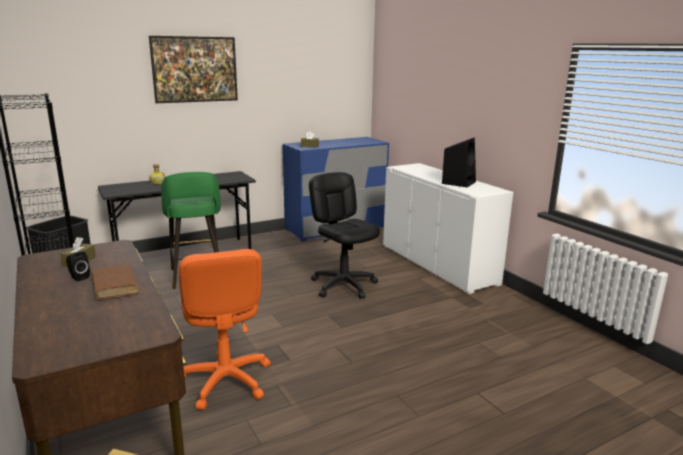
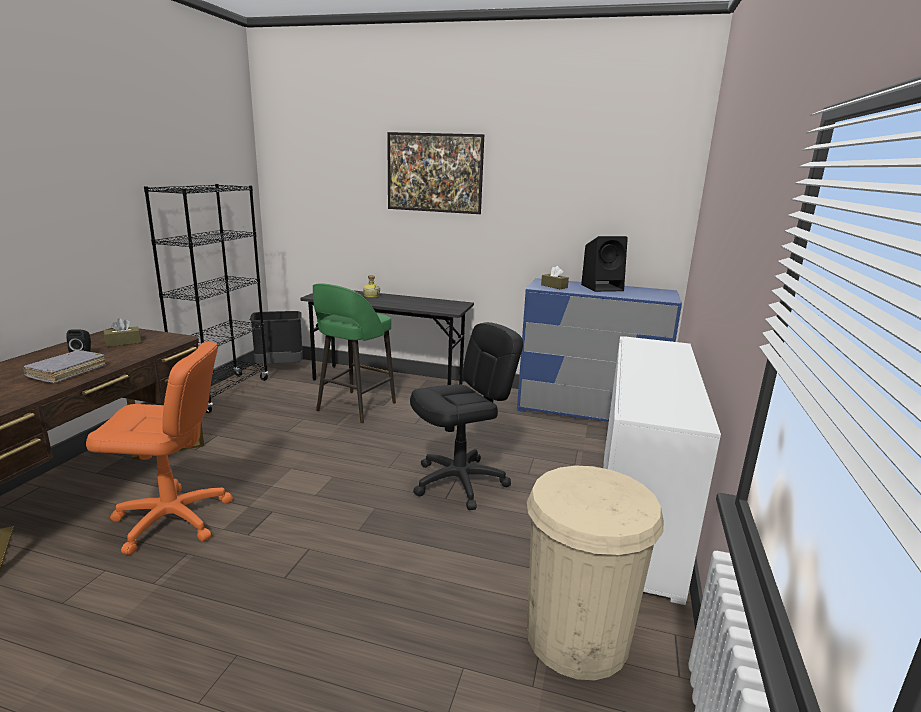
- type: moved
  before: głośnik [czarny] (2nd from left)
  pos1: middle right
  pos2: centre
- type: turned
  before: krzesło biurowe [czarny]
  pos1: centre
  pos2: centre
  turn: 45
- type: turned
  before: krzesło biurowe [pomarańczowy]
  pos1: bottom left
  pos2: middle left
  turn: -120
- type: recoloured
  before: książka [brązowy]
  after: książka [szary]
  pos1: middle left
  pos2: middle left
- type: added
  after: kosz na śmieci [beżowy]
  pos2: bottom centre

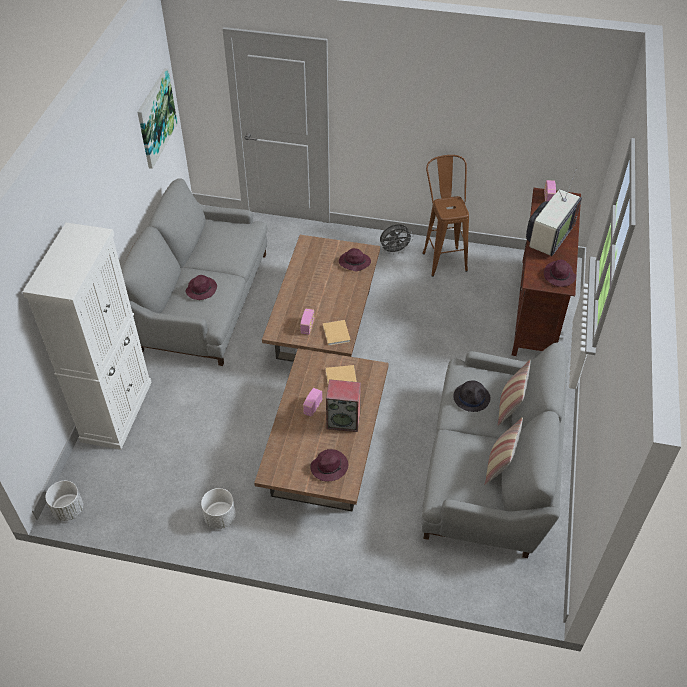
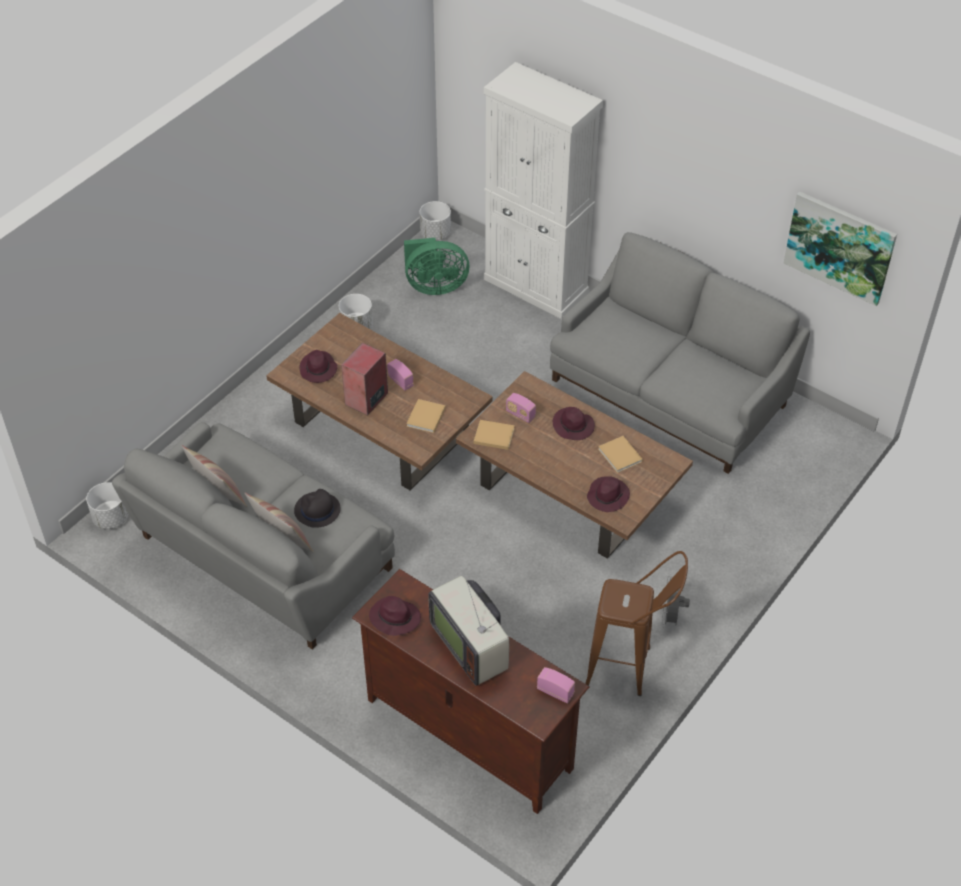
- type: moved
  before: kapelusz [fioletowy] (1st from left in the first image)
  after: kapelusz [fioletowy] (3rd from left)
  pos1: middle left
  pos2: centre
- type: added
  after: wentylator [zielony]
  pos2: top centre
- type: added
  after: książka [beżowy] (3rd from left)
  pos2: centre
- type: added
  after: donica [biały] (1st from left)
  pos2: middle left

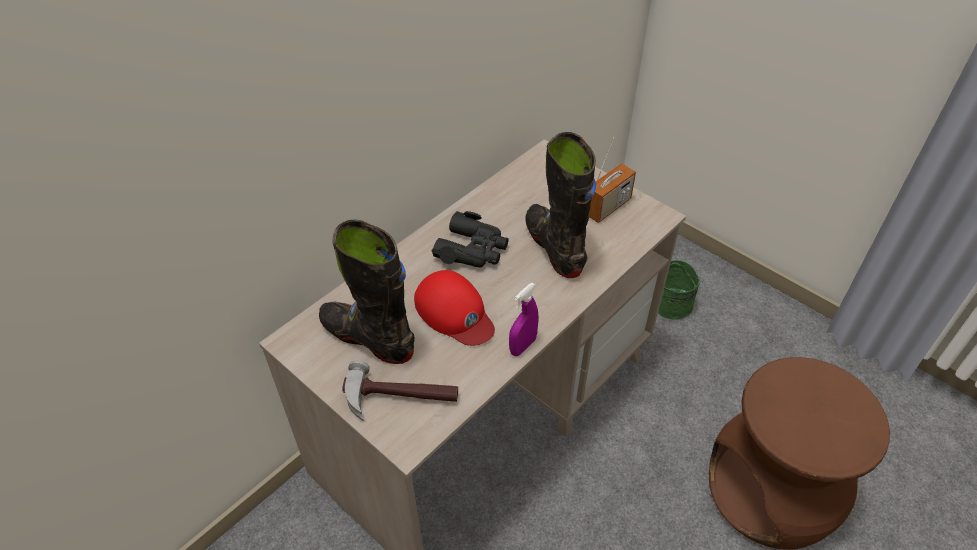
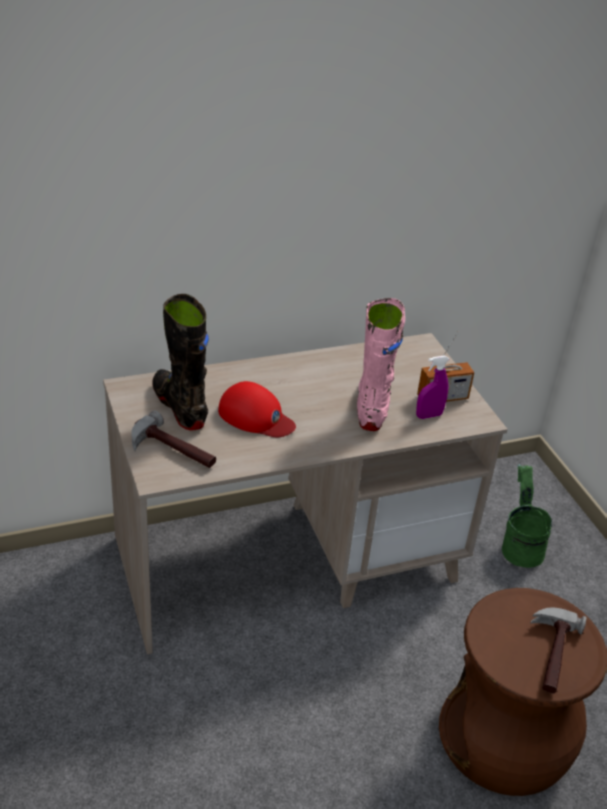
- type: recoloured
  before: but z cholewką [czarny] (2nd from left)
  after: but z cholewką [różowy]
  pos1: centre
  pos2: centre
- type: removed
  before: lornetka [czarny]
  pos1: centre
- type: turned
  before: czapka z daszkiem [czerwony]
  pos1: centre
  pos2: centre
  turn: -45
- type: moved
  before: spryskiwacz [fioletowy]
  pos1: centre
  pos2: middle right
- type: added
  after: młotek (2nd from left)
  pos2: bottom right

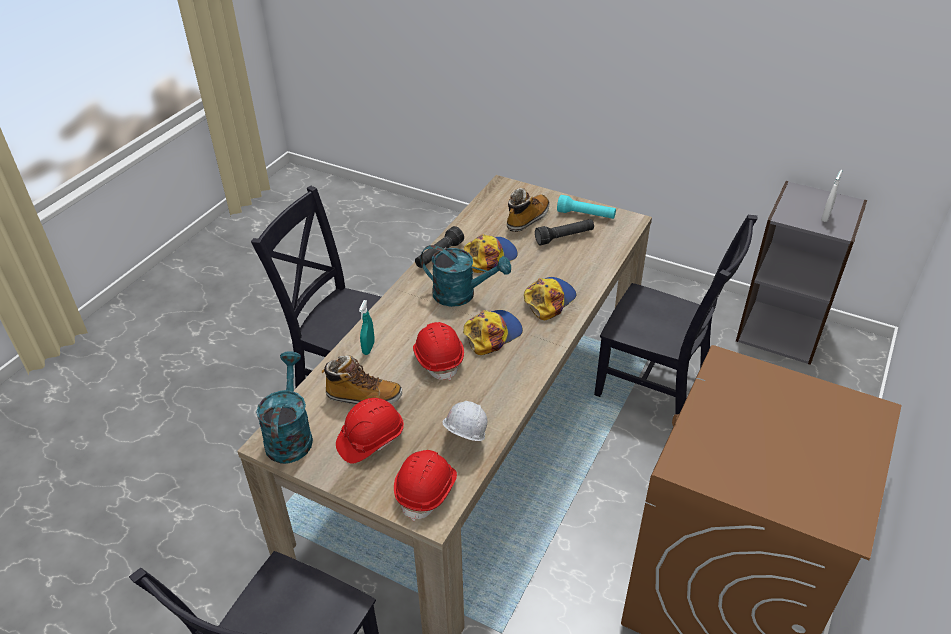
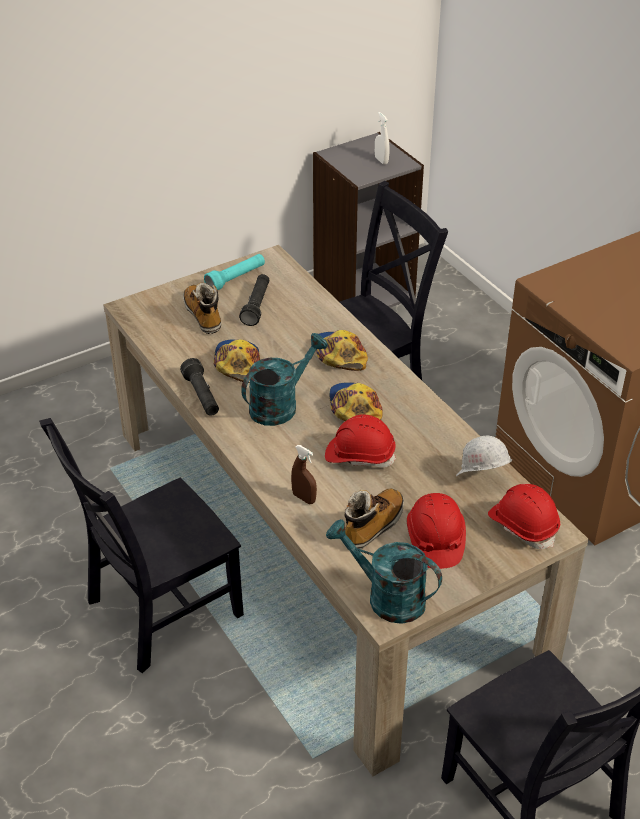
- type: recoloured
  before: spryskiwacz [turkusowy]
  after: spryskiwacz [brązowy]
  pos1: centre
  pos2: centre

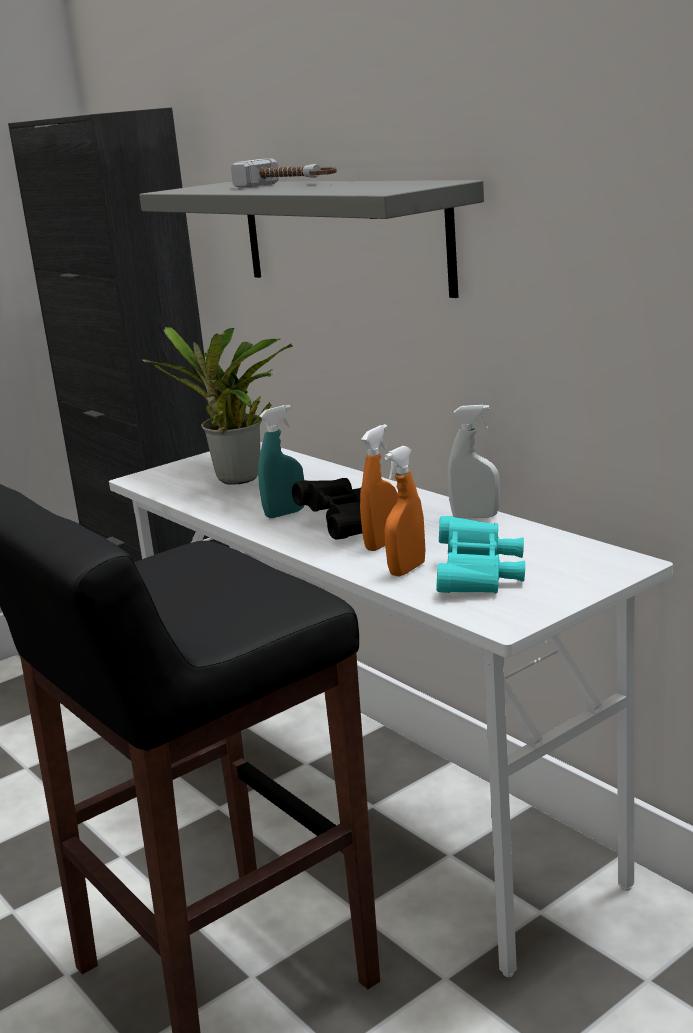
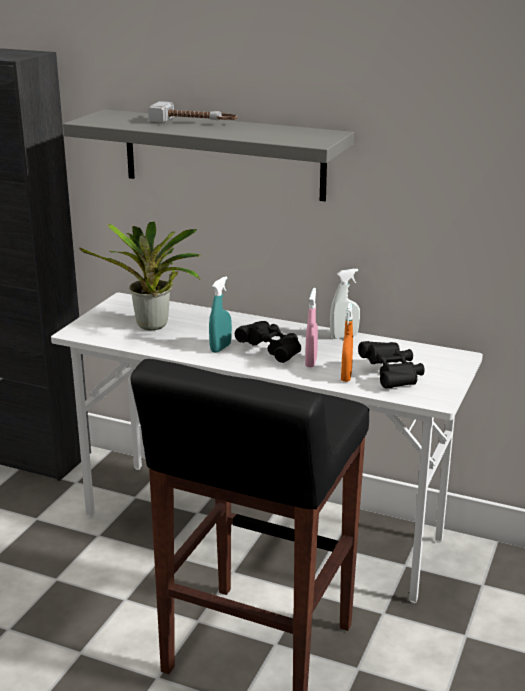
- type: recoloured
  before: spryskiwacz [pomarańczowy] (1st from left)
  after: spryskiwacz [różowy]
  pos1: centre
  pos2: centre
- type: recoloured
  before: lornetka [turkusowy]
  after: lornetka [czarny] (2nd from left)
  pos1: middle right
  pos2: middle right

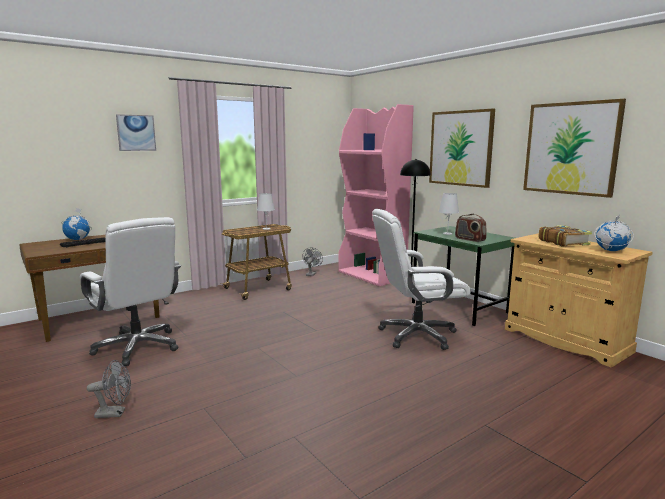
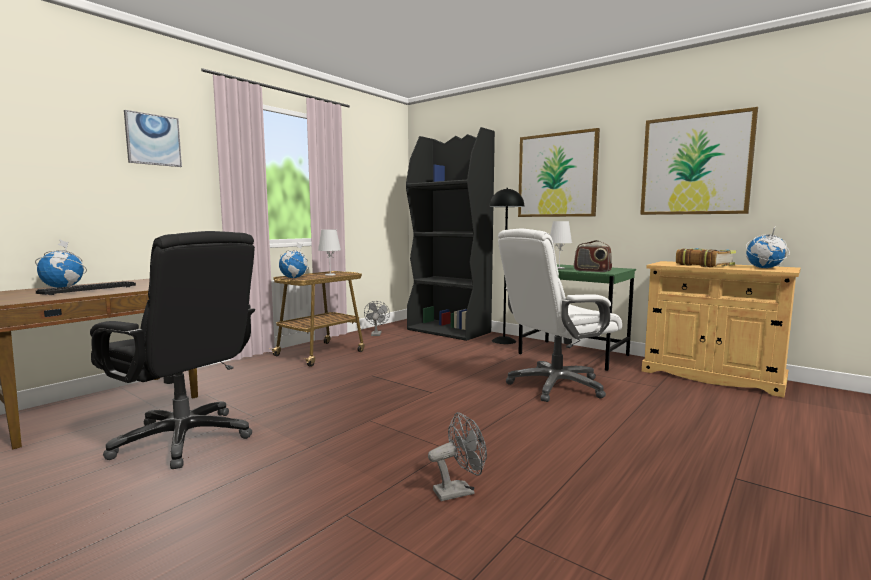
- type: recoloured
  before: regał [różowy]
  after: regał [czarny]
  pos1: centre
  pos2: centre
- type: recoloured
  before: krzesło biurowe [biały] (1st from left)
  after: krzesło biurowe [czarny]
  pos1: middle left
  pos2: middle left
- type: moved
  before: wentylator [szary] (1st from left in the first image)
  after: wentylator [szary] (2nd from left)
  pos1: bottom left
  pos2: bottom centre
- type: added
  after: globus (2nd from left)
  pos2: centre

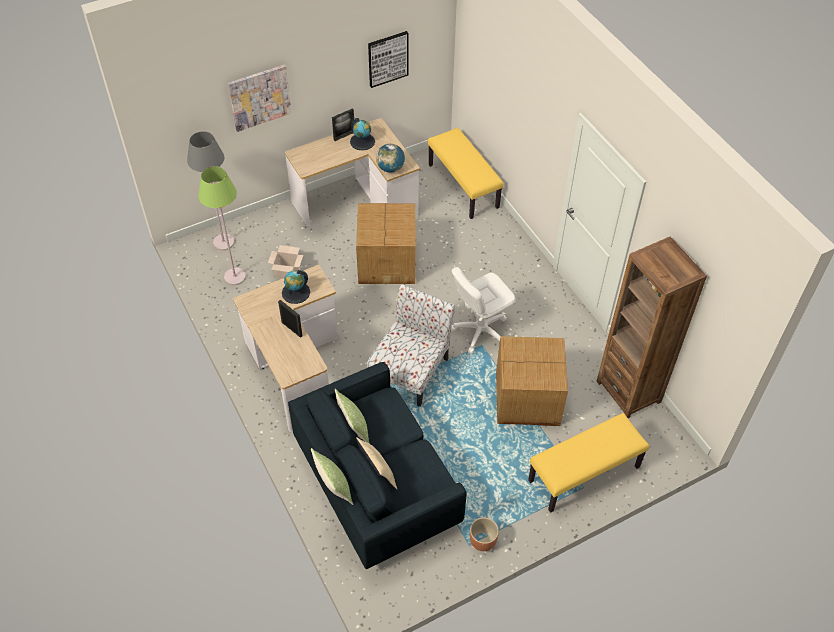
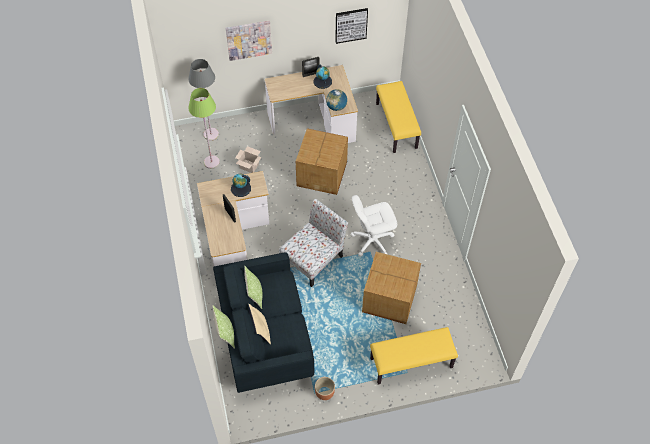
- type: removed
  before: regał [brązowy]
  pos1: middle right

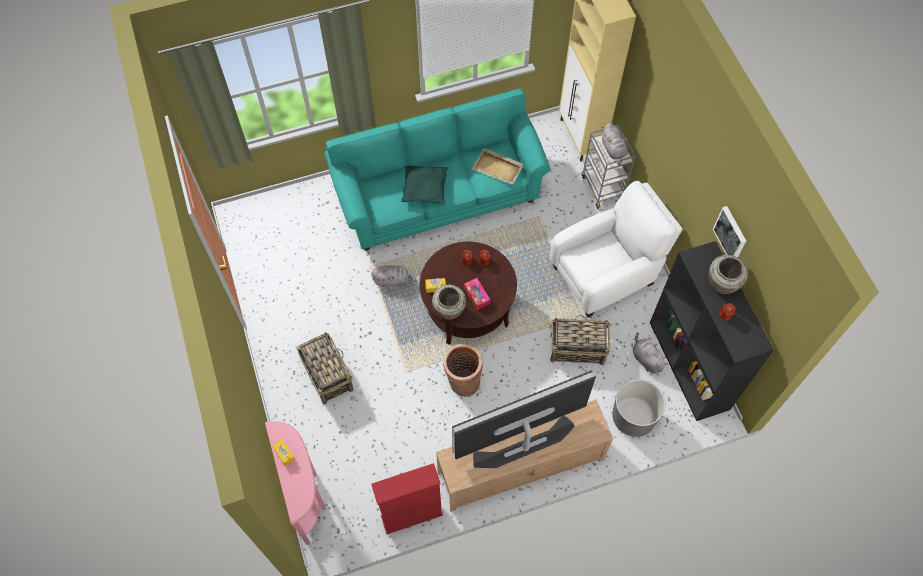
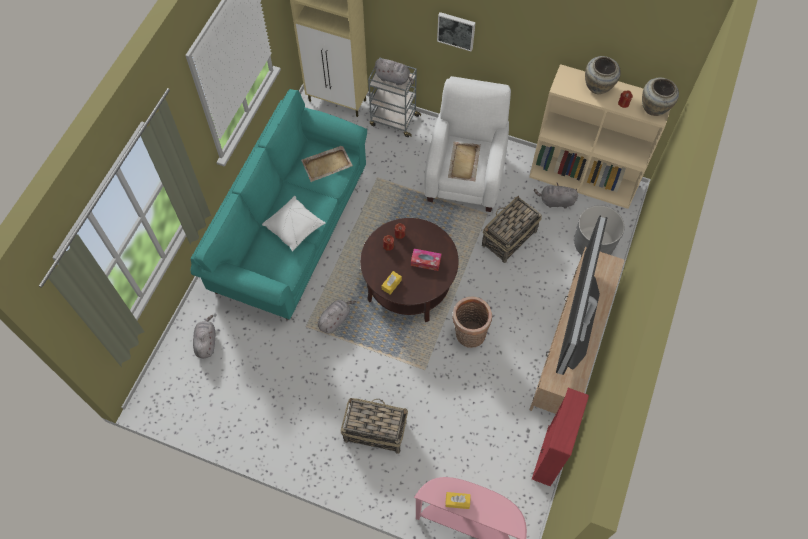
- type: recoloured
  before: poduszka [zielony]
  after: poduszka [biały]
  pos1: top centre
  pos2: centre
- type: moved
  before: obraz
  pos1: middle right
  pos2: top centre
- type: recoloured
  before: regał [czarny]
  after: regał [beżowy]
  pos1: middle right
  pos2: top right
- type: moved
  before: wazon [beżowy] (1st from left in the first image)
  after: wazon [beżowy] (2nd from left)
  pos1: centre
  pos2: top right
- type: added
  after: taca [beżowy] (2nd from left)
  pos2: top centre
- type: added
  after: pluszak [szary] (1st from left)
  pos2: middle left

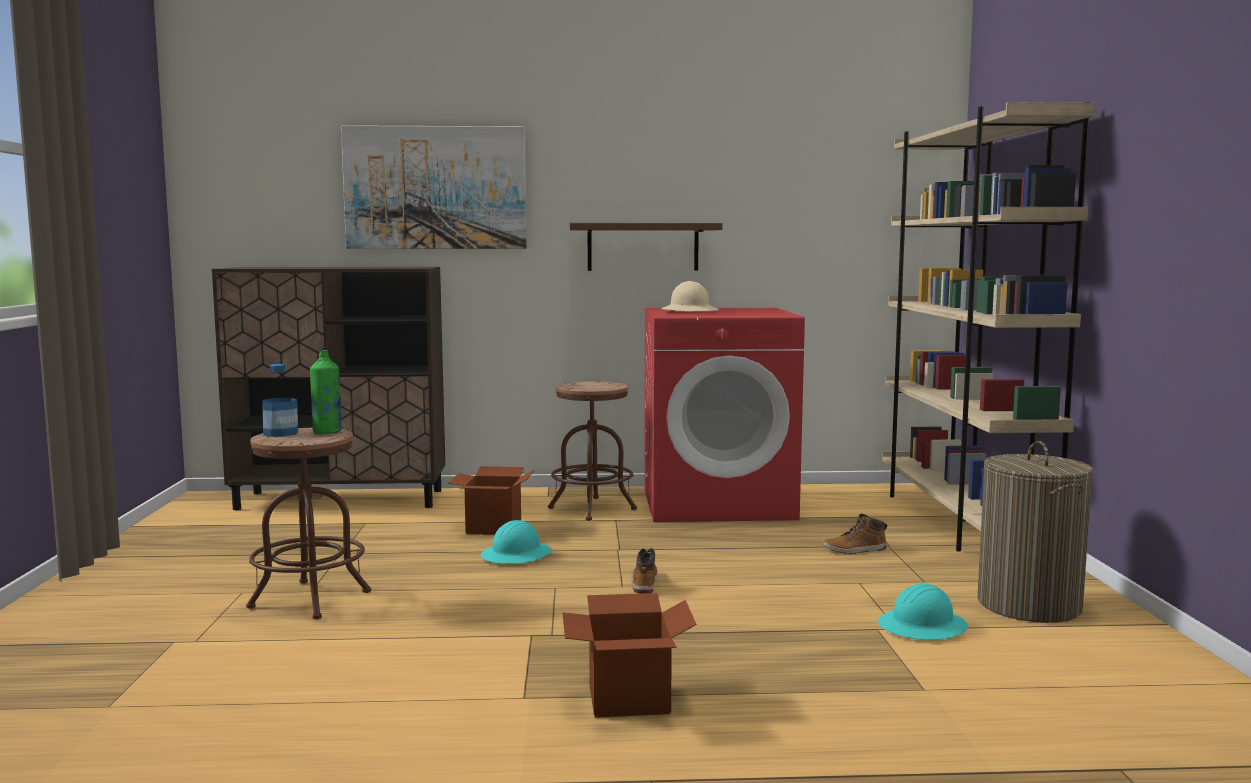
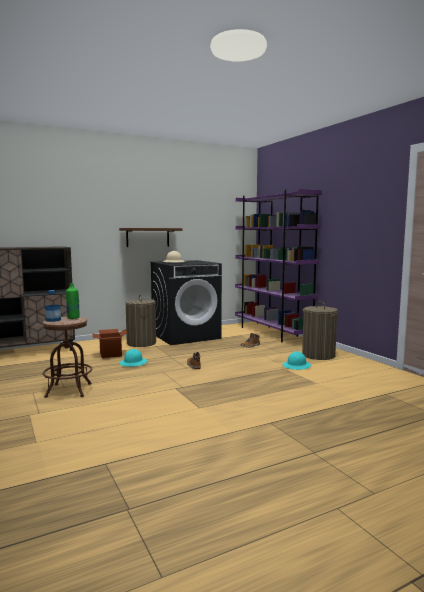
- type: recoloured
  before: regał [beżowy]
  after: regał [fioletowy]
  pos1: middle right
  pos2: centre
- type: removed
  before: obraz
  pos1: top centre
- type: recoloured
  before: pralka [czerwony]
  after: pralka [czarny]
  pos1: centre
  pos2: centre
- type: replaced
  before: stołek [brązowy] (2nd from left)
  after: kosz na pranie (1st from left)
  pos1: centre
  pos2: middle left
- type: removed
  before: karton (2nd from left)
  pos1: bottom centre

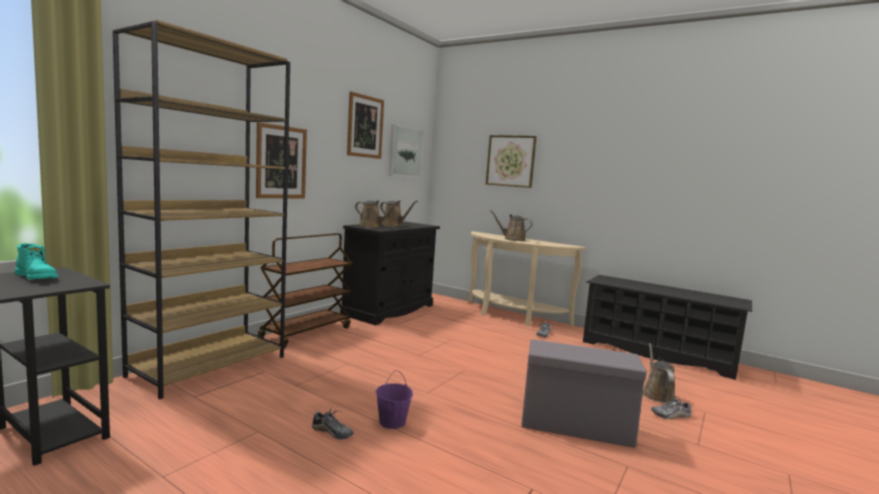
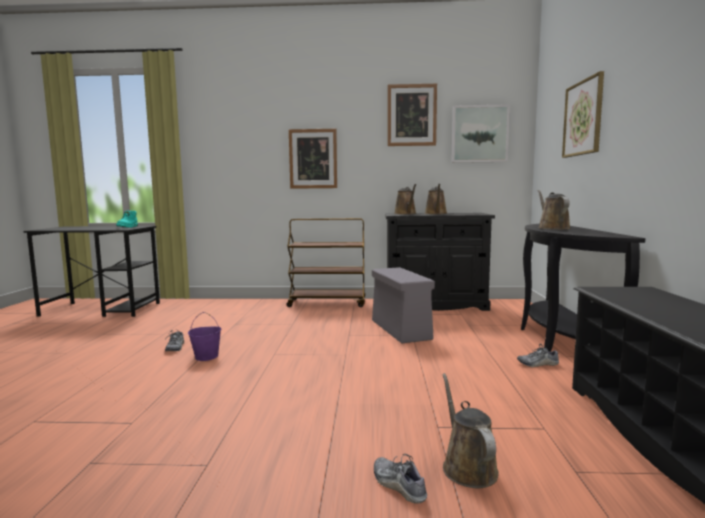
- type: removed
  before: regał [brązowy]
  pos1: middle left
- type: recoloured
  before: stolik konsolowy [beżowy]
  after: stolik konsolowy [czarny]
  pos1: centre
  pos2: middle right
- type: moved
  before: pojemnik do przechowywania [szary]
  pos1: bottom centre
  pos2: centre
- type: turned
  before: konewka [brązowy] (4th from left in the first image)
  pos1: bottom right
  pos2: bottom right
  turn: -75

